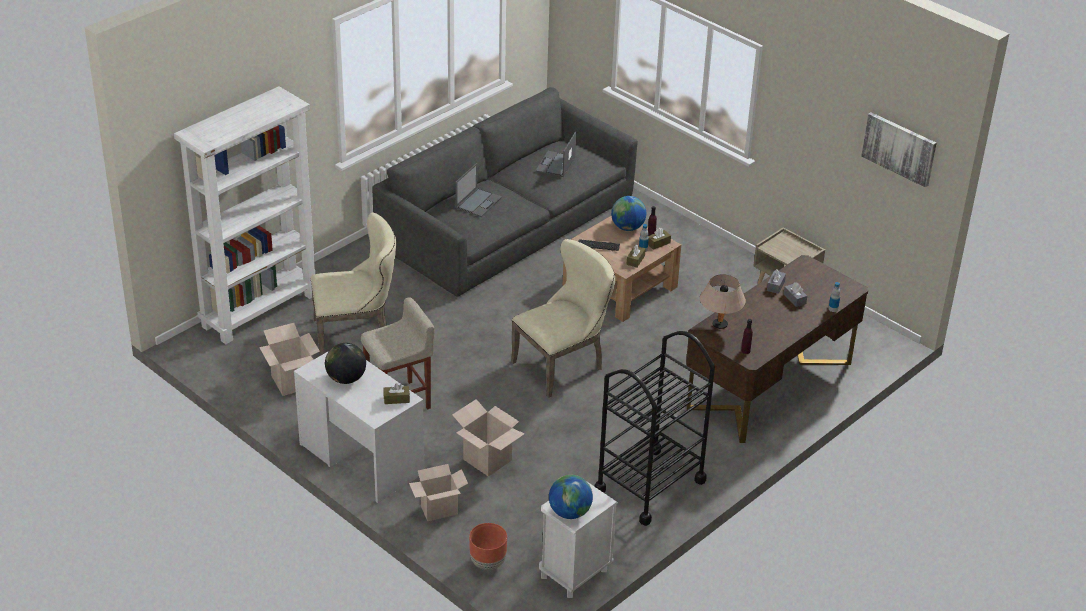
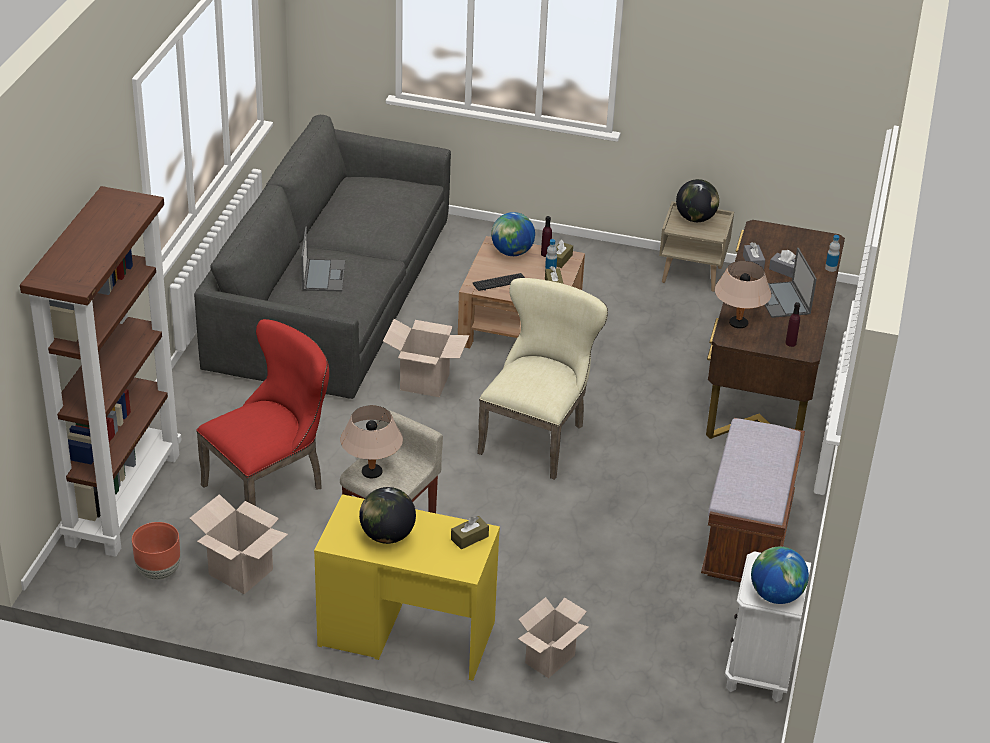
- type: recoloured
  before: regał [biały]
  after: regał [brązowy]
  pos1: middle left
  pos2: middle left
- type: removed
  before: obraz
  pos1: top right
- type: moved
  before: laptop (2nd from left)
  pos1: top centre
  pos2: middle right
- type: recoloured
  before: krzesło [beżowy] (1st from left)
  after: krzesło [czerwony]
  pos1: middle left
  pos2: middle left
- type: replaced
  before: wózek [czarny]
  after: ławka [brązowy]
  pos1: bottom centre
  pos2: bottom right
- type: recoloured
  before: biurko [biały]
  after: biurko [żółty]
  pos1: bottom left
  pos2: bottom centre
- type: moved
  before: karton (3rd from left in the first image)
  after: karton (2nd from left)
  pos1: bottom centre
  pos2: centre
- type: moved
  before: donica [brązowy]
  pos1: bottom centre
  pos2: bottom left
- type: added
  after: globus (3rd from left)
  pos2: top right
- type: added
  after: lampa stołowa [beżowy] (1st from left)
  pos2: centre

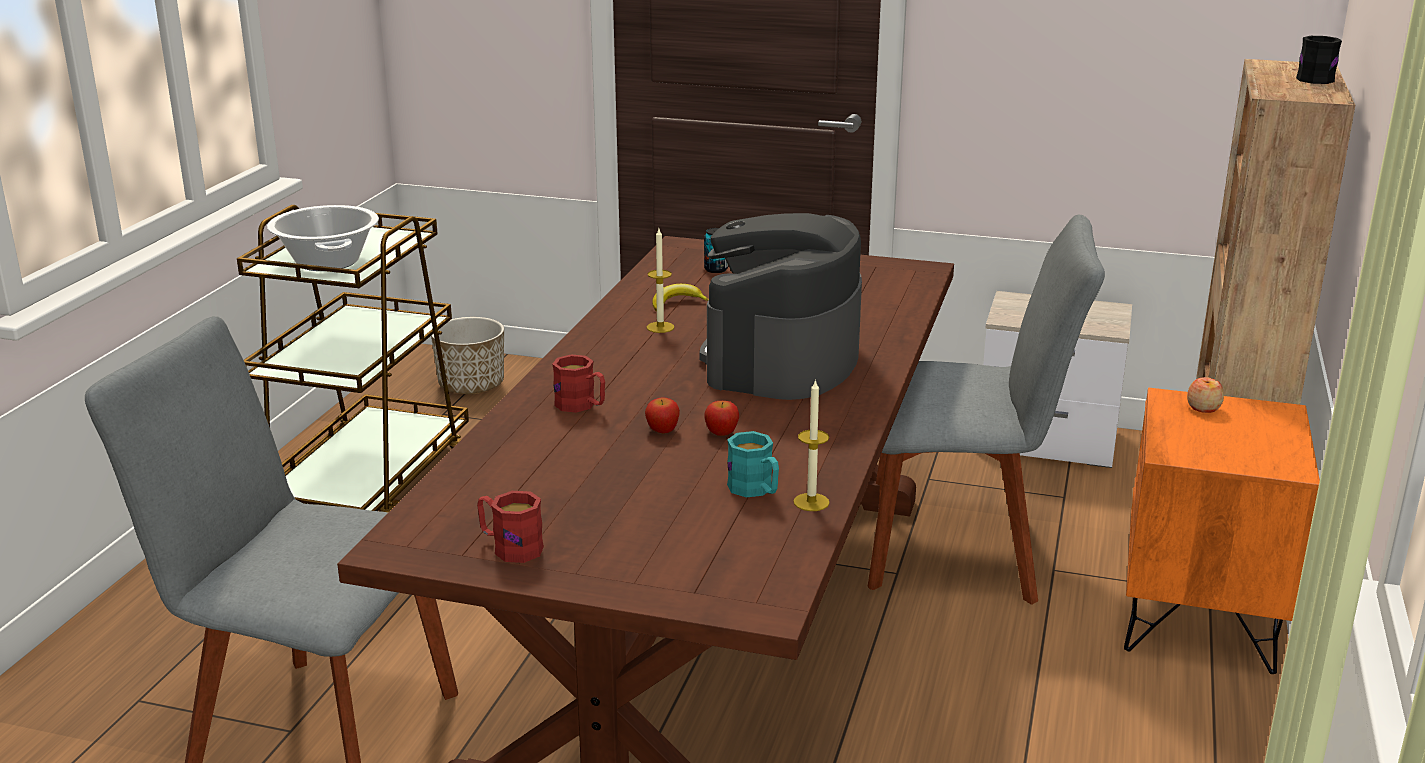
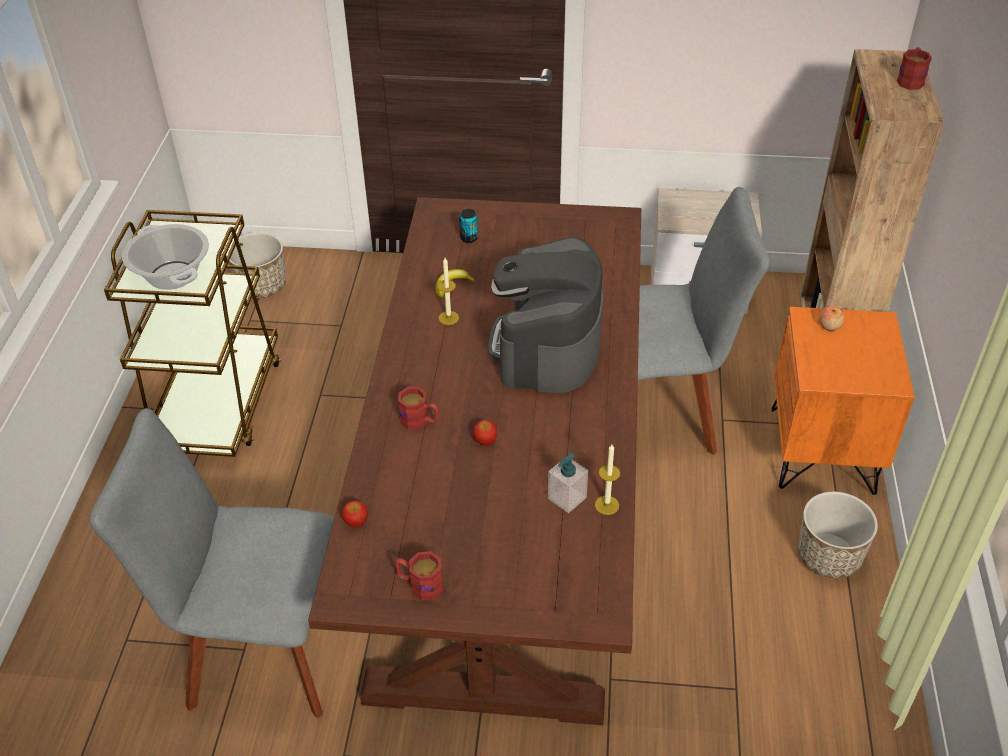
- type: recoloured
  before: kubek [czarny]
  after: kubek [czerwony] (3rd from left)
  pos1: top right
  pos2: top right
- type: moved
  before: jabłko (2nd from left in the first image)
  after: jabłko (1st from left)
  pos1: centre
  pos2: bottom centre
- type: replaced
  before: kubek [turkusowy]
  after: dozownik mydła
  pos1: centre
  pos2: centre
- type: added
  after: donica (2nd from left)
  pos2: bottom right

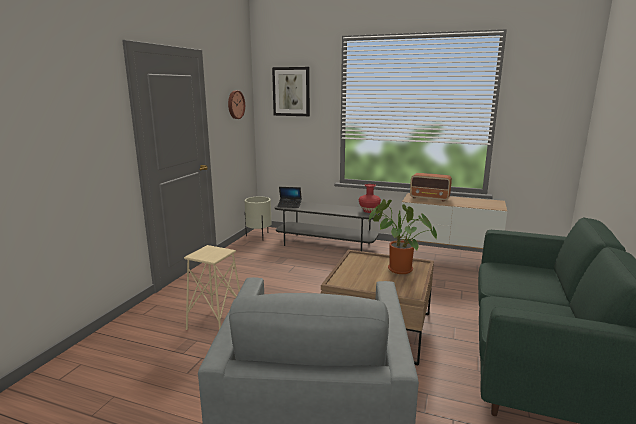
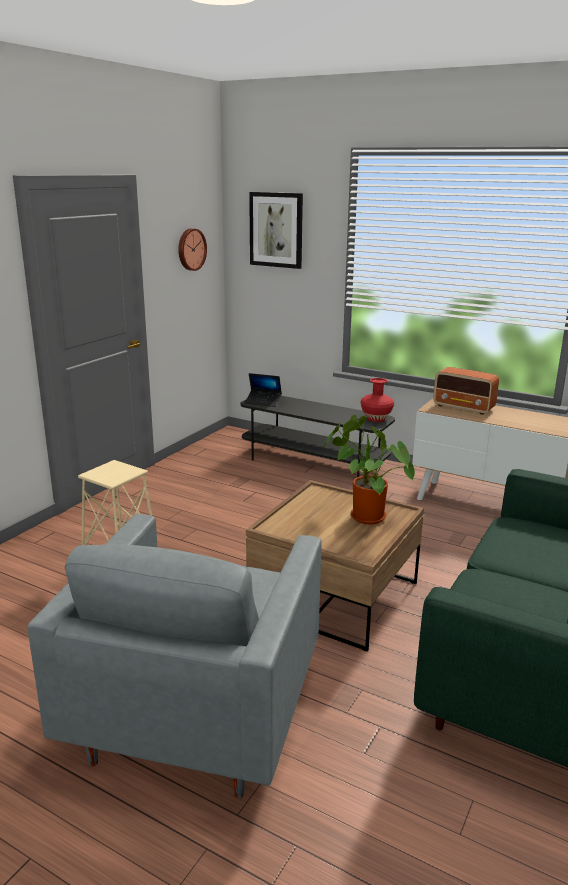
- type: removed
  before: donica [beżowy]
  pos1: centre

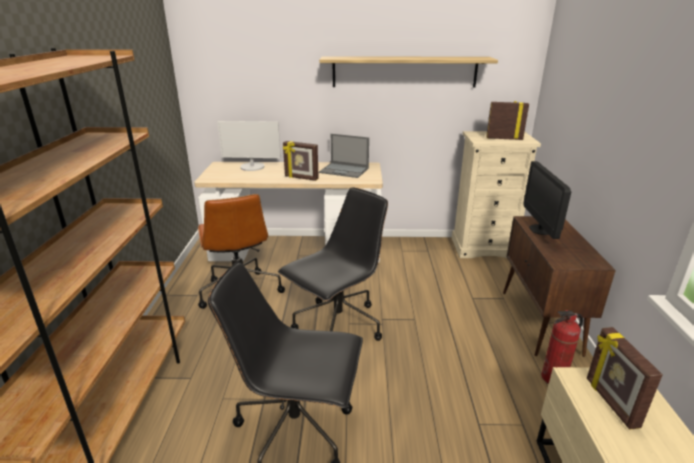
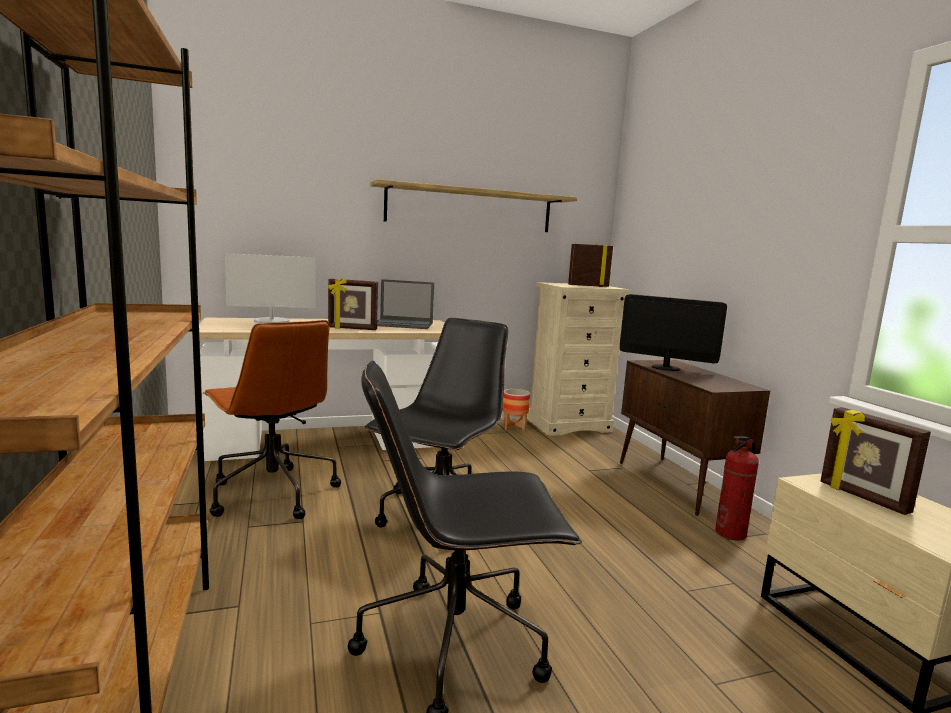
- type: turned
  before: monitor (2nd from left)
  pos1: middle right
  pos2: middle right
  turn: 135
- type: added
  after: donica
  pos2: centre

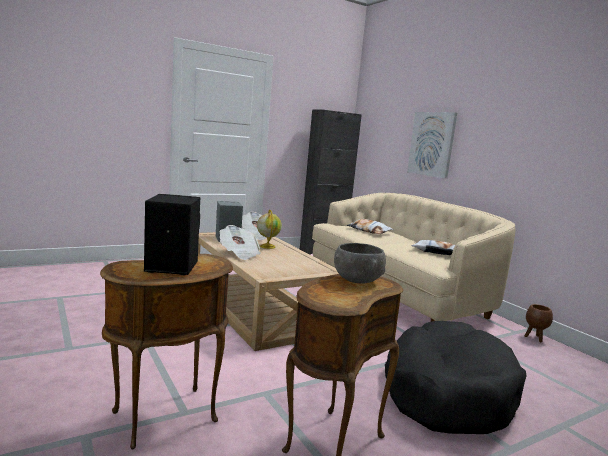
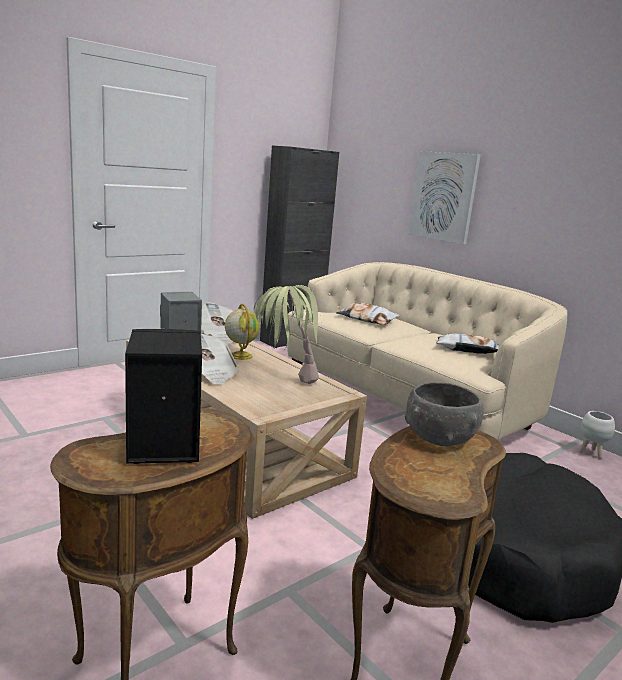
- type: recoloured
  before: donica [brązowy]
  after: donica [biały]
  pos1: bottom right
  pos2: middle right
- type: added
  after: roślina doniczkowa
  pos2: centre

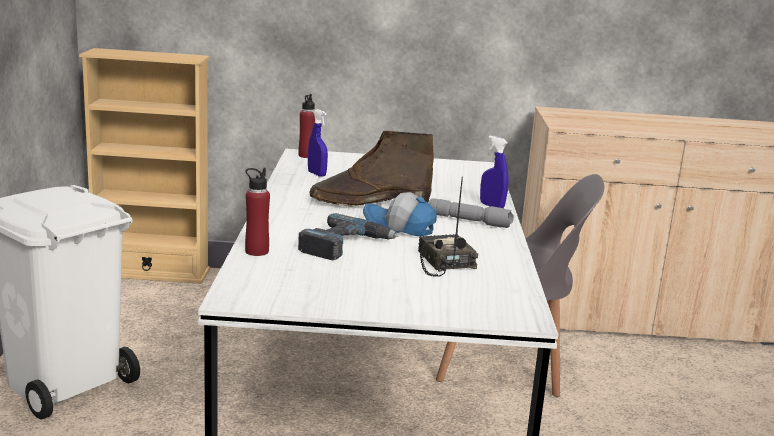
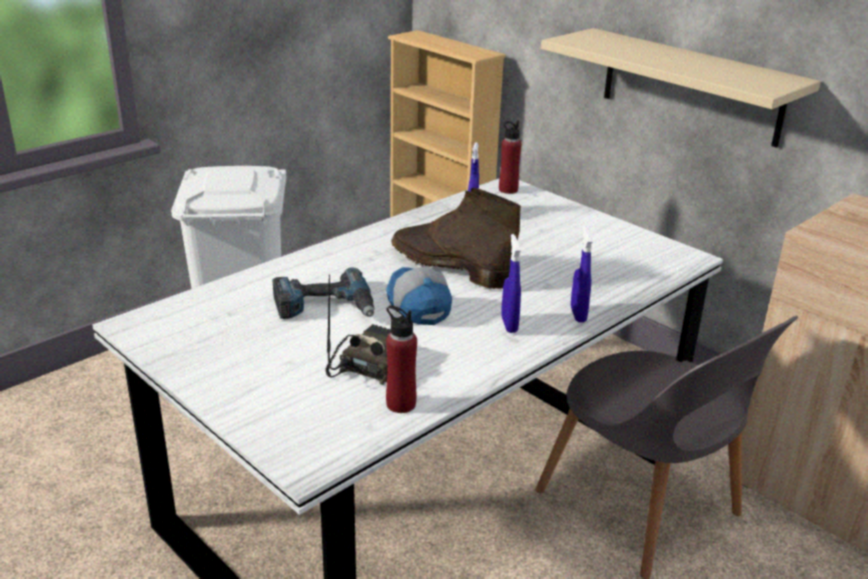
- type: moved
  before: butelka [czerwony] (1st from left)
  pos1: middle left
  pos2: centre
- type: replaced
  before: latarka [szary]
  after: spryskiwacz [niebieski] (2nd from left)
  pos1: centre
  pos2: centre
- type: added
  after: półka [beżowy]
  pos2: top right

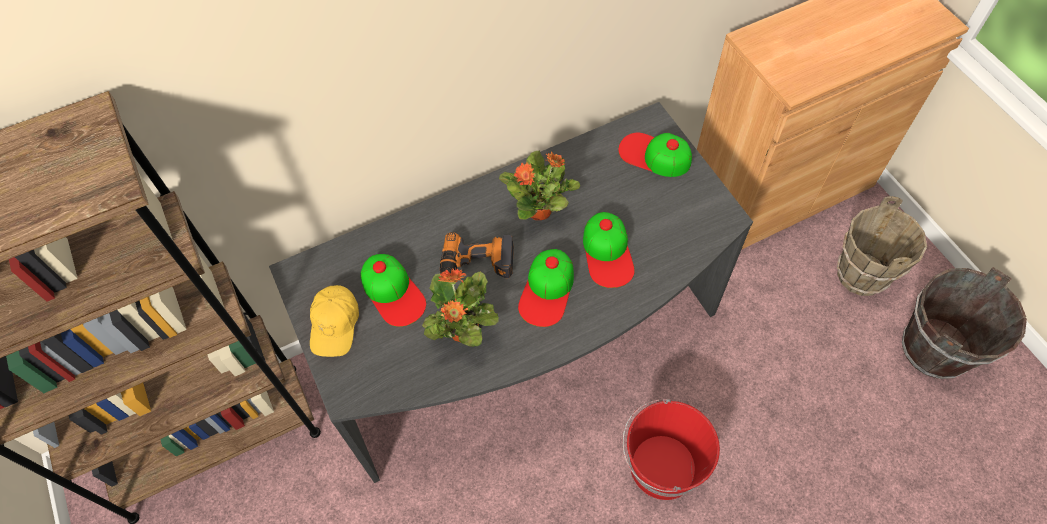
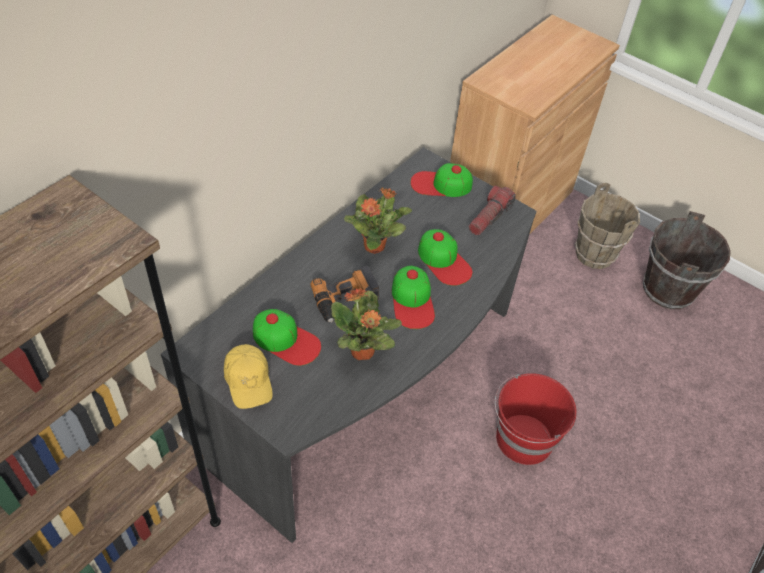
- type: added
  after: latarka
  pos2: centre

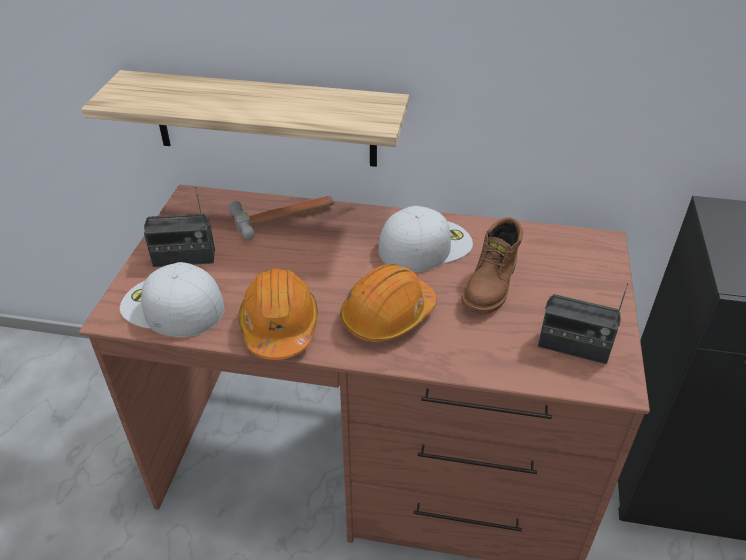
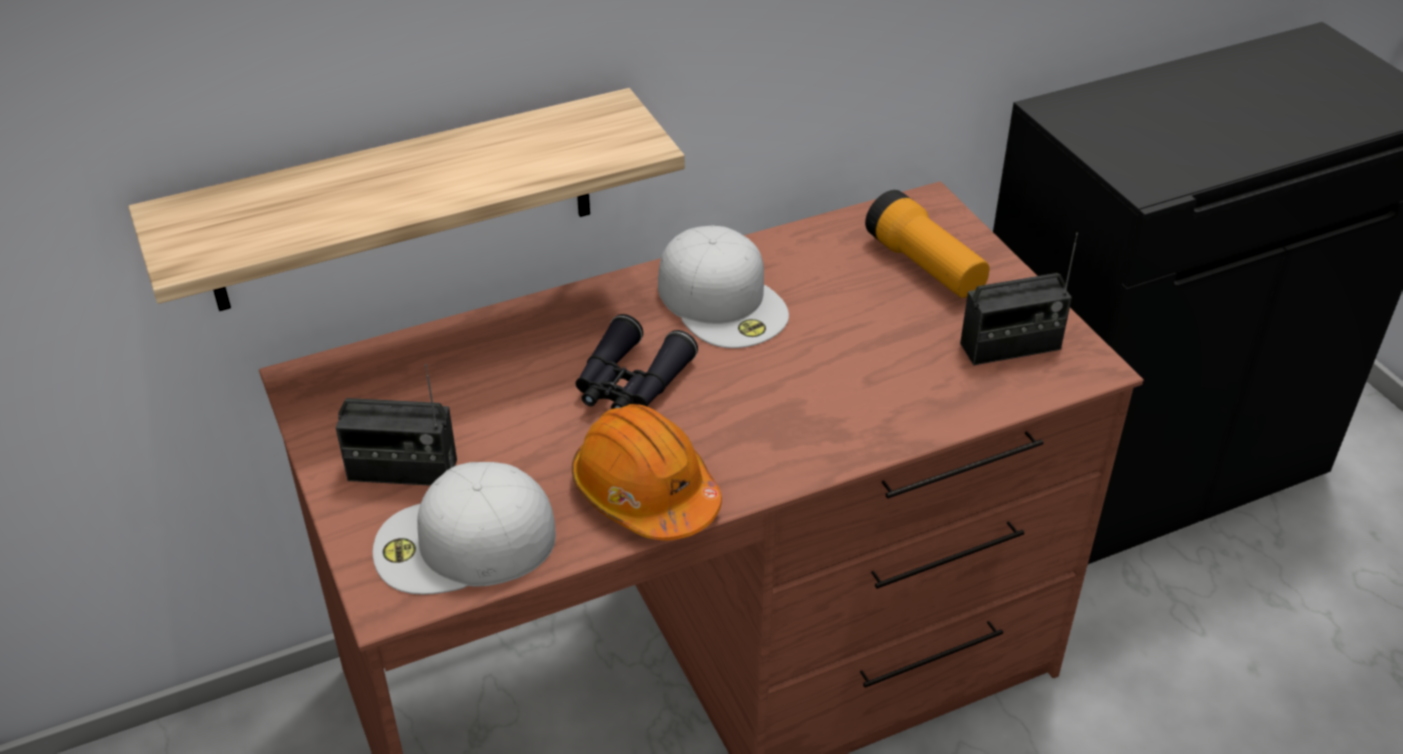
- type: turned
  before: radio (1st from left)
  pos1: middle left
  pos2: middle left
  turn: 45
- type: removed
  before: młotek
  pos1: centre
- type: turned
  before: czapka z daszkiem [biały] (2nd from left)
  pos1: centre
  pos2: centre
  turn: 120
- type: removed
  before: but z cholewką [brązowy]
  pos1: centre
- type: removed
  before: kask [pomarańczowy] (2nd from left)
  pos1: centre
- type: added
  after: latarka
  pos2: top centre
- type: added
  after: lornetka [czarny]
  pos2: centre

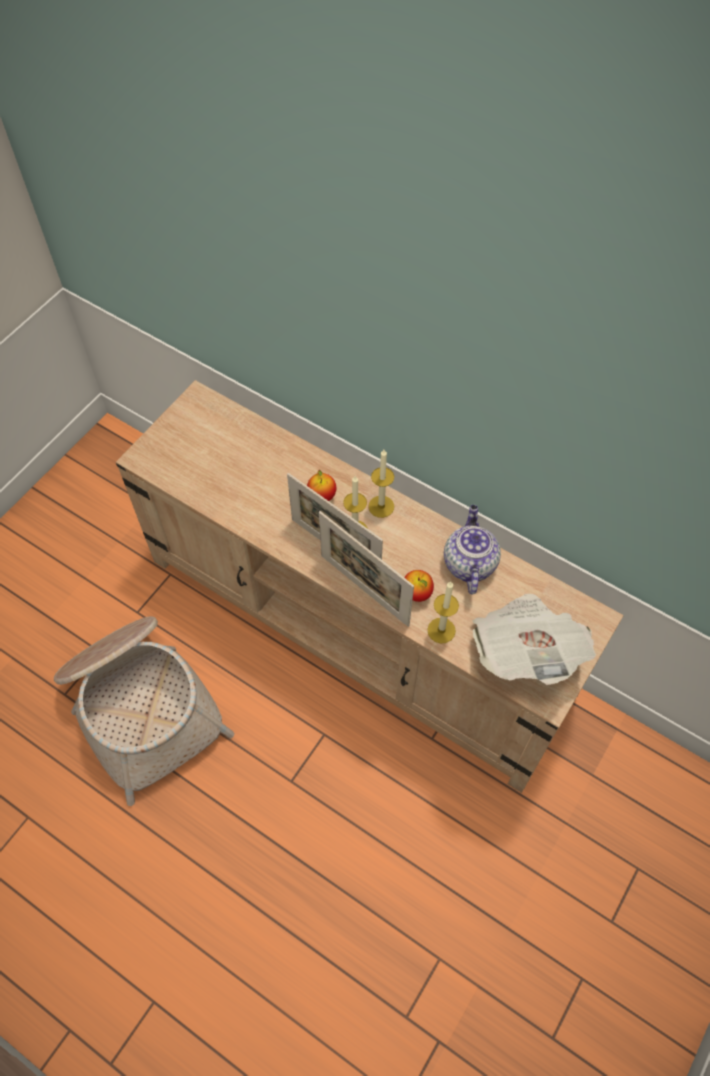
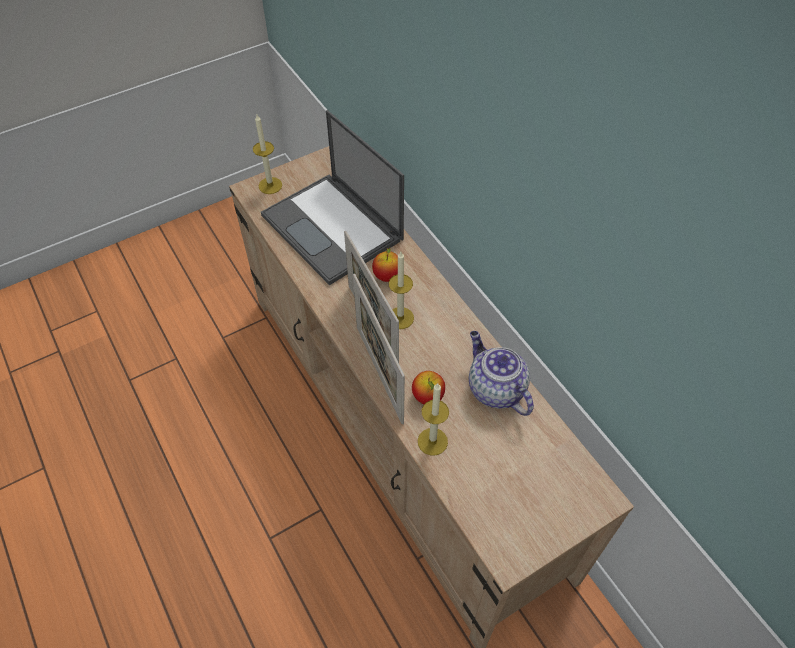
- type: moved
  before: świeca (2nd from left in the first image)
  after: świeca (1st from left)
  pos1: centre
  pos2: top centre
- type: turned
  before: imbryk
  pos1: centre
  pos2: centre
  turn: -60
- type: removed
  before: gazeta
  pos1: middle right
- type: removed
  before: koszyk
  pos1: middle left
- type: added
  after: laptop
  pos2: top centre

